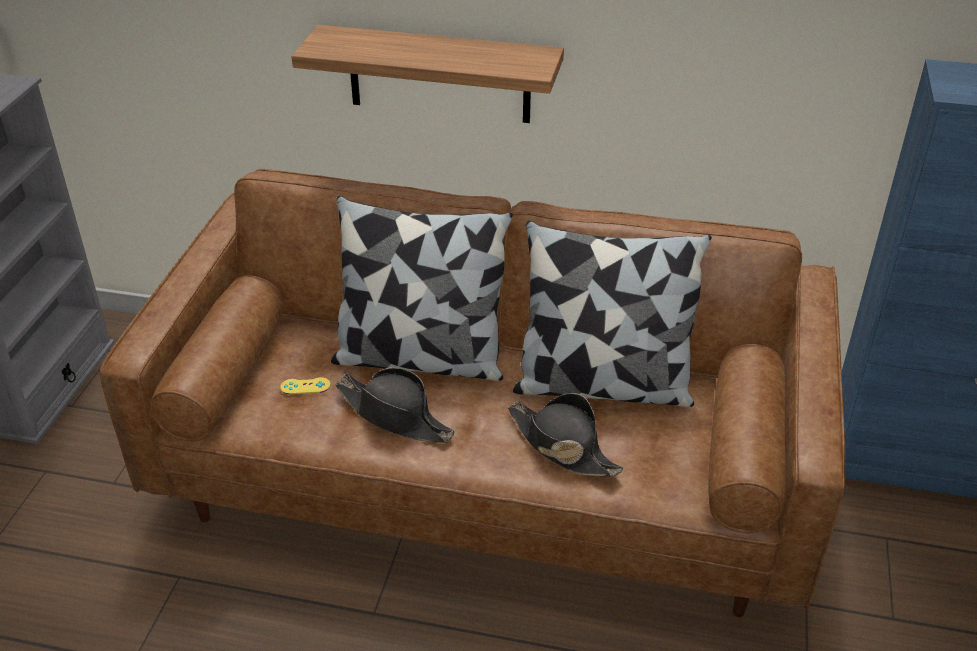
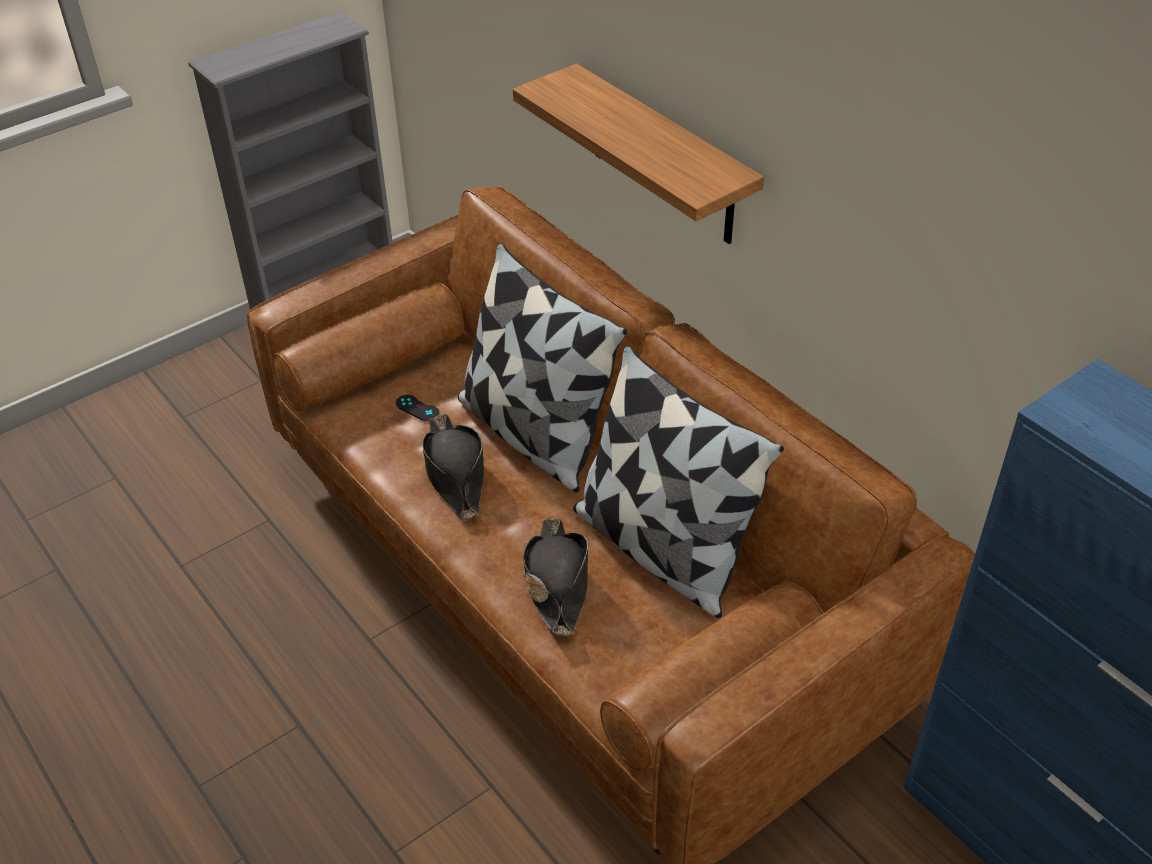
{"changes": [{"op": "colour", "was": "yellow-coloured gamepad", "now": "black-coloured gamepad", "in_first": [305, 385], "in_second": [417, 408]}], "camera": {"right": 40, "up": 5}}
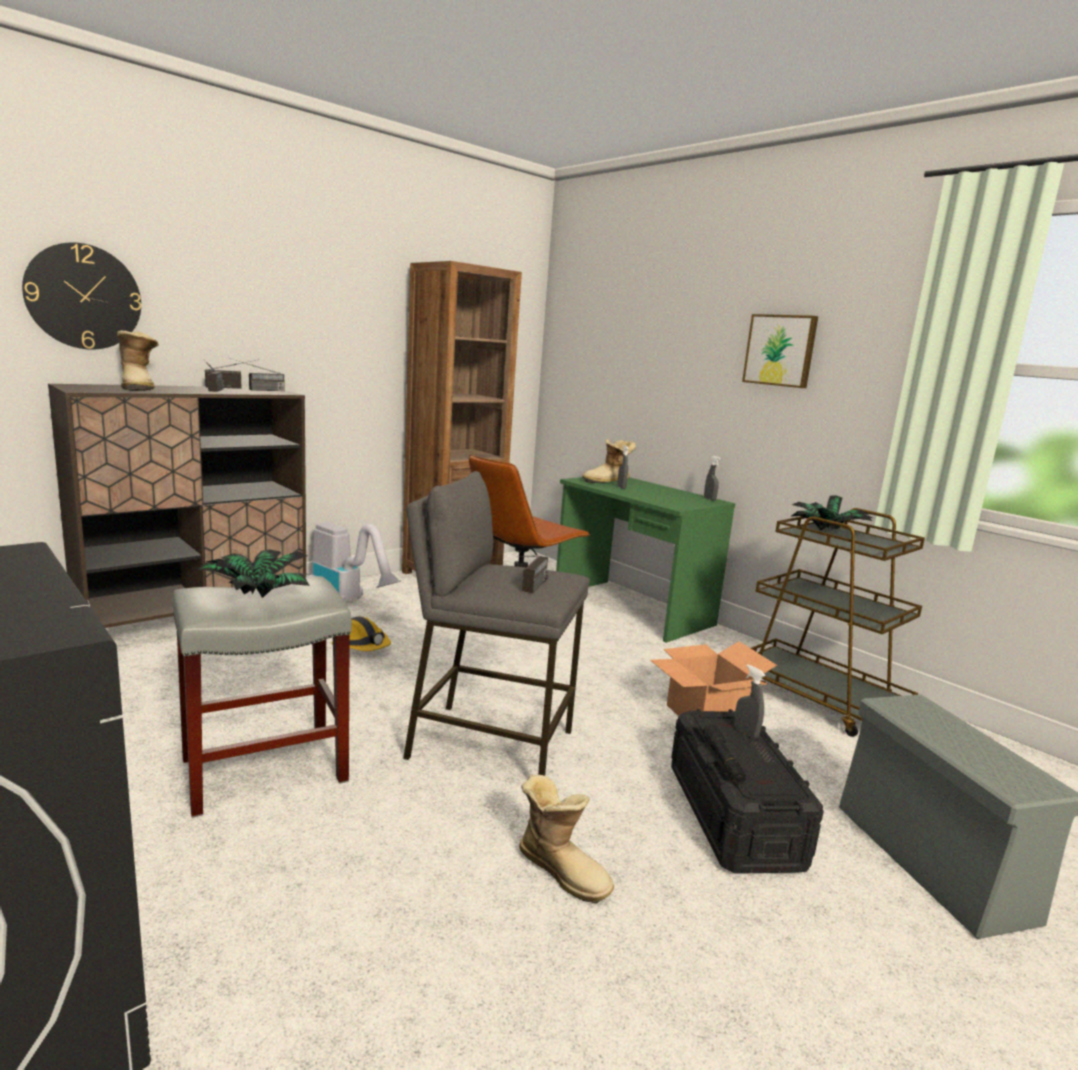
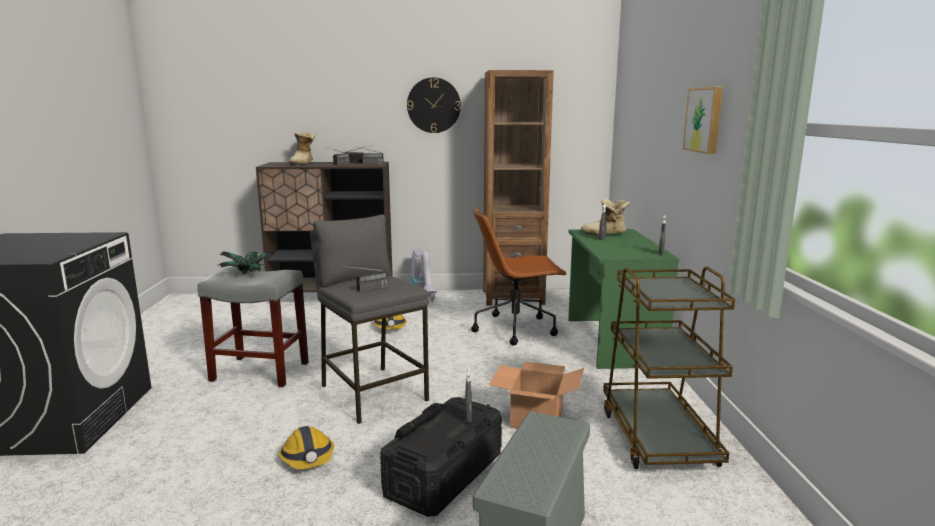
{"changes": [{"op": "missing", "was": "potted plant", "in_first": [832, 512]}, {"op": "relocated", "was": "wall clock", "in_first": [81, 296], "in_second": [434, 105]}, {"op": "exchanged", "was": "tall boot", "now": "safety helmet", "in_first": [566, 839], "in_second": [306, 447]}], "camera": {"right": 40, "up": 0}}
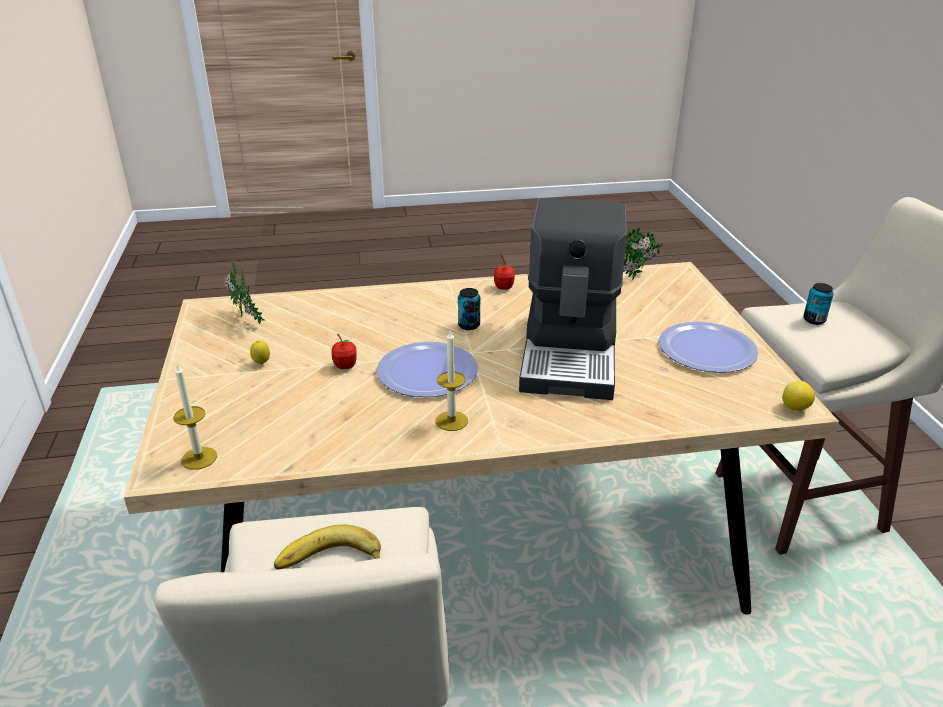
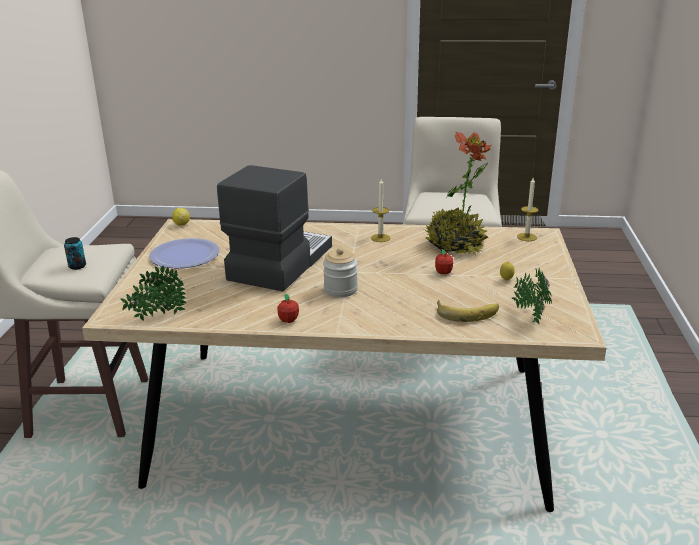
{"changes": [{"op": "missing", "was": "flat dish", "in_first": [427, 369]}, {"op": "appeared", "now": "potted plant", "in_second": [458, 193]}, {"op": "relocated", "was": "banana", "in_first": [327, 546], "in_second": [468, 311]}, {"op": "exchanged", "was": "can", "now": "preserve jar", "in_first": [469, 309], "in_second": [340, 272]}], "camera": {"right": -165, "up": -5}}
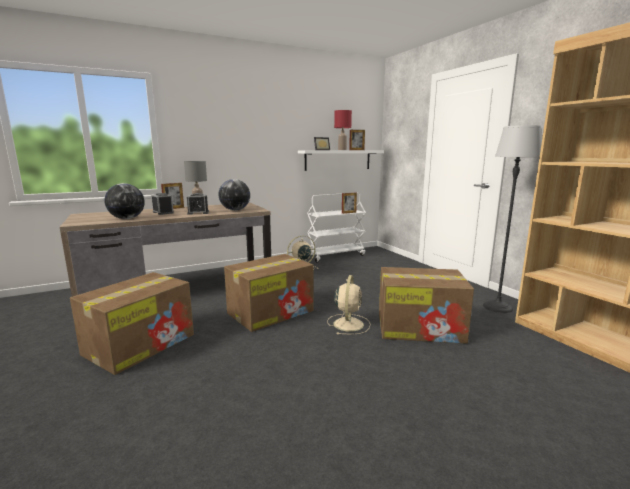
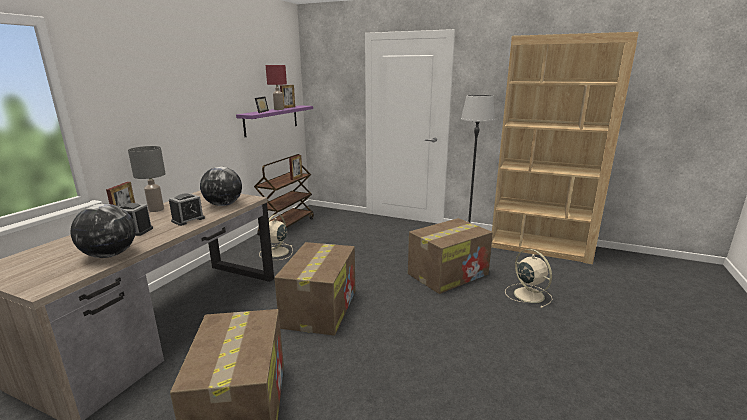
{"changes": [{"op": "relocated", "was": "beige cooling fan", "in_first": [348, 305], "in_second": [529, 278]}, {"op": "colour", "was": "white shelf", "now": "purple-coloured shelf", "in_first": [341, 160], "in_second": [274, 121]}, {"op": "colour", "was": "white wheeled cart", "now": "brown-coloured wheeled cart", "in_first": [336, 227], "in_second": [284, 195]}], "camera": {"right": -40, "up": 5}}
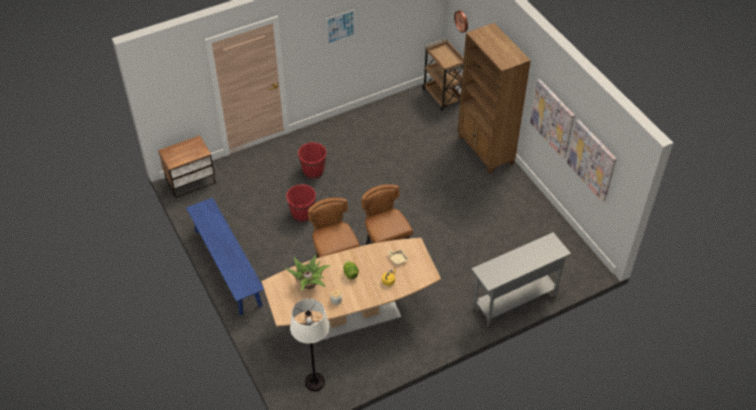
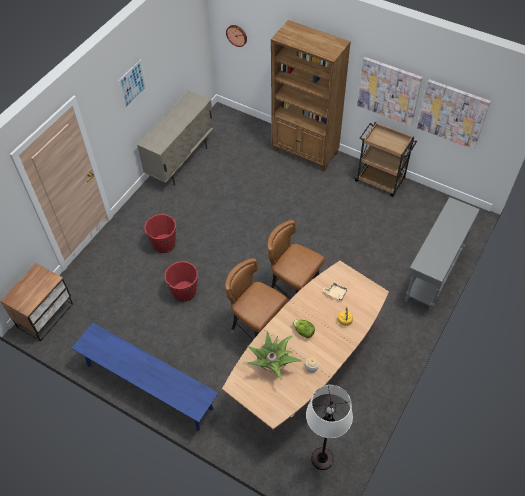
{"changes": [{"op": "appeared", "now": "beige cupboard", "in_second": [175, 138]}, {"op": "relocated", "was": "brown-coloured wheeled cart", "in_first": [443, 75], "in_second": [385, 159]}], "camera": {"right": -30, "up": 5}}
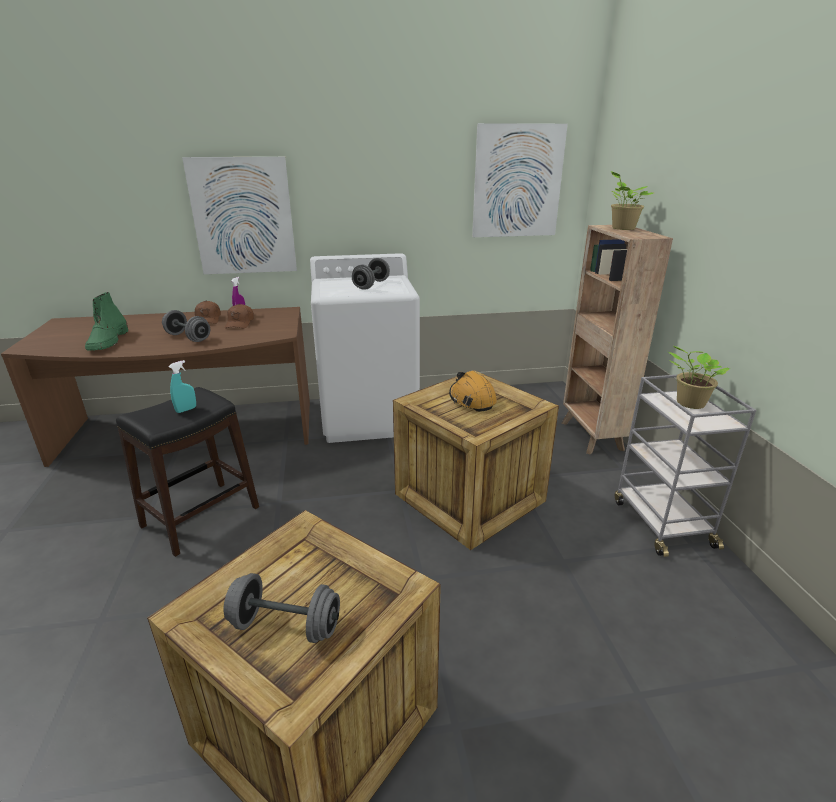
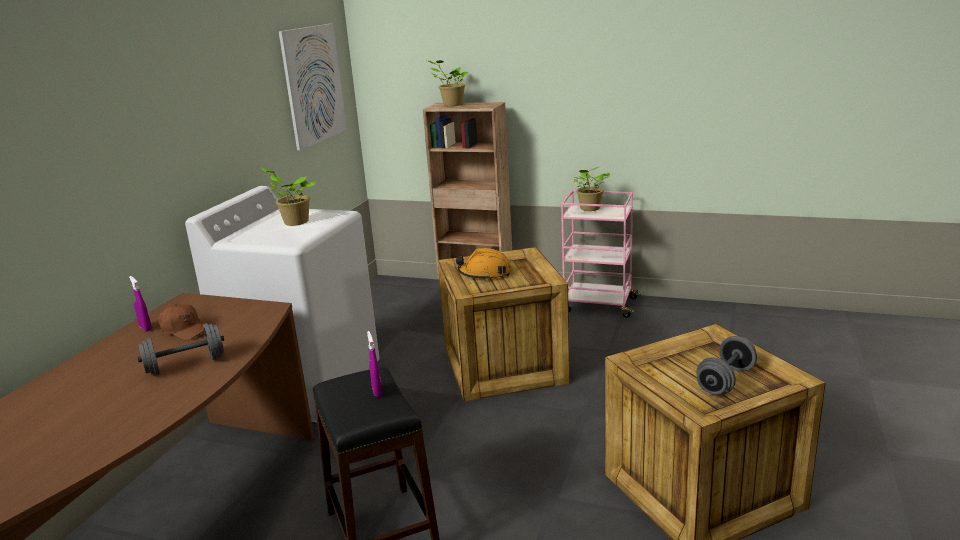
{"changes": [{"op": "missing", "was": "greenish tall boot", "in_first": [106, 321]}, {"op": "missing", "was": "picture", "in_first": [239, 215]}, {"op": "missing", "was": "brown-coloured baseball cap", "in_first": [208, 312]}, {"op": "exchanged", "was": "gray free weight", "now": "potted plant", "in_first": [371, 274], "in_second": [288, 196]}, {"op": "colour", "was": "turquoise-coloured sprayer", "now": "purple-coloured sprayer", "in_first": [182, 386], "in_second": [374, 364]}, {"op": "colour", "was": "gray wheeled cart", "now": "pinkish wheeled cart", "in_first": [685, 465], "in_second": [601, 254]}], "camera": {"right": -60, "up": -5}}
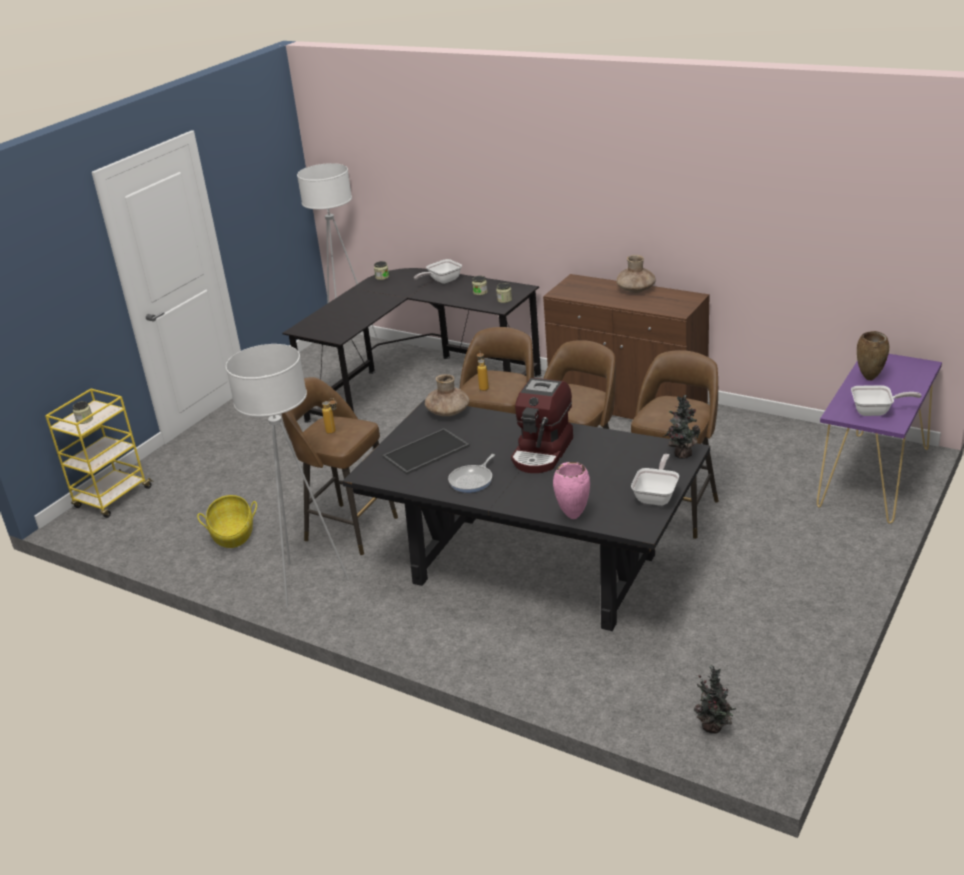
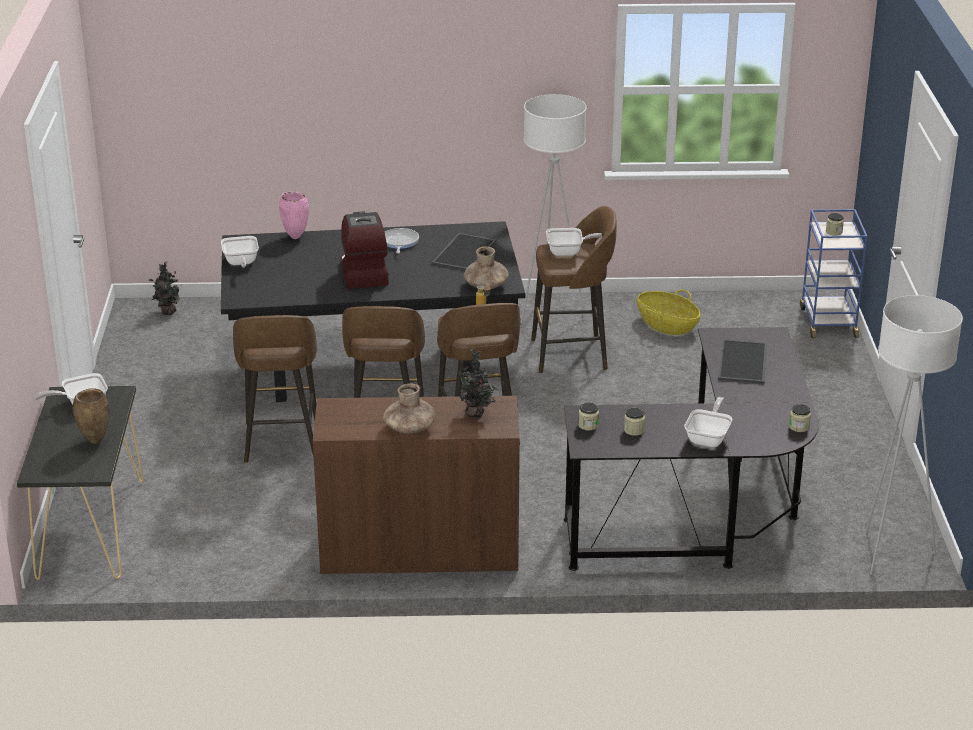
{"changes": [{"op": "appeared", "now": "serving tray", "in_second": [742, 361]}, {"op": "relocated", "was": "potted plant", "in_first": [681, 427], "in_second": [479, 383]}, {"op": "exchanged", "was": "drink bottle", "now": "skillet", "in_first": [329, 416], "in_second": [574, 242]}, {"op": "colour", "was": "yellow-coloured wheeled cart", "now": "blue wheeled cart", "in_first": [99, 453], "in_second": [834, 273]}, {"op": "colour", "was": "purple-coloured narrow table", "now": "black-coloured narrow table", "in_first": [879, 439], "in_second": [80, 483]}], "camera": {"right": 145, "up": 0}}
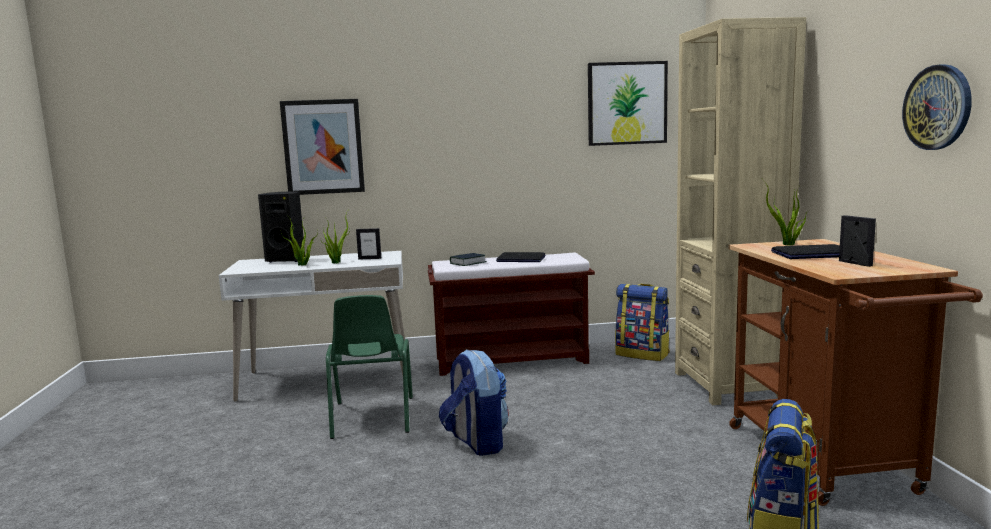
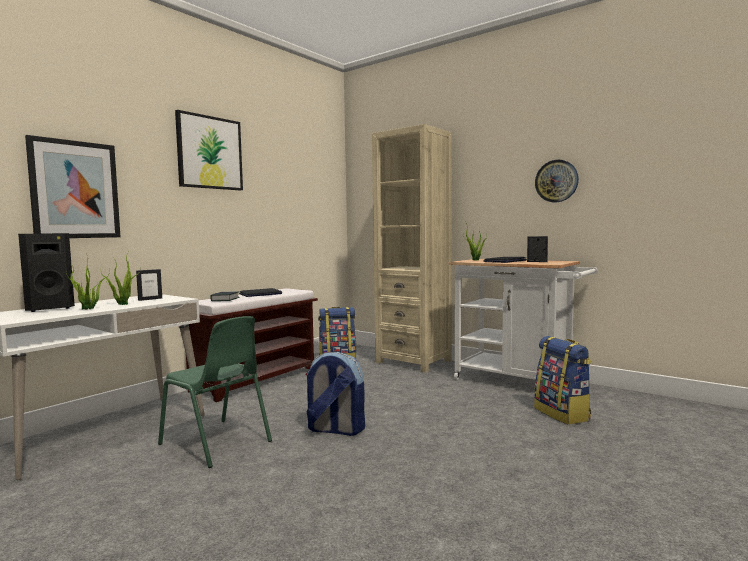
{"changes": [{"op": "relocated", "was": "picture", "in_first": [628, 103], "in_second": [209, 150]}, {"op": "colour", "was": "brown-coloured wheeled cart", "now": "white wheeled cart", "in_first": [855, 372], "in_second": [523, 319]}], "camera": {"right": -45, "up": -5}}
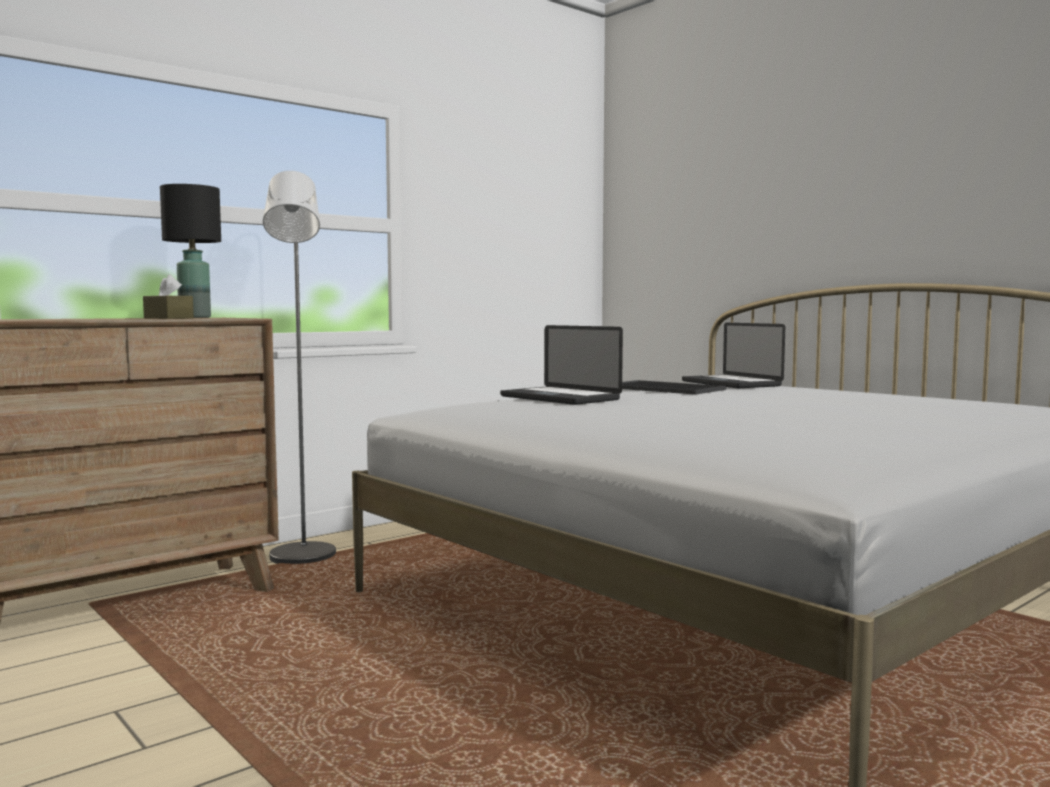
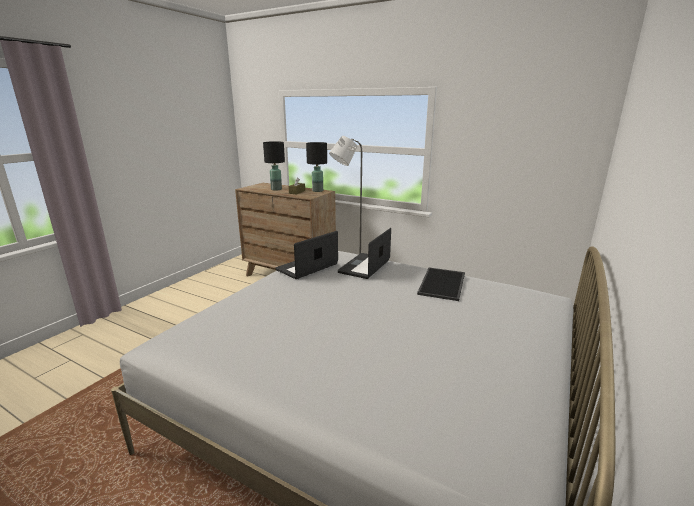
{"changes": [{"op": "appeared", "now": "black-coloured tabletop lamp", "in_second": [274, 165]}, {"op": "relocated", "was": "portable computer", "in_first": [733, 355], "in_second": [307, 255]}], "camera": {"right": 70, "up": 15}}
